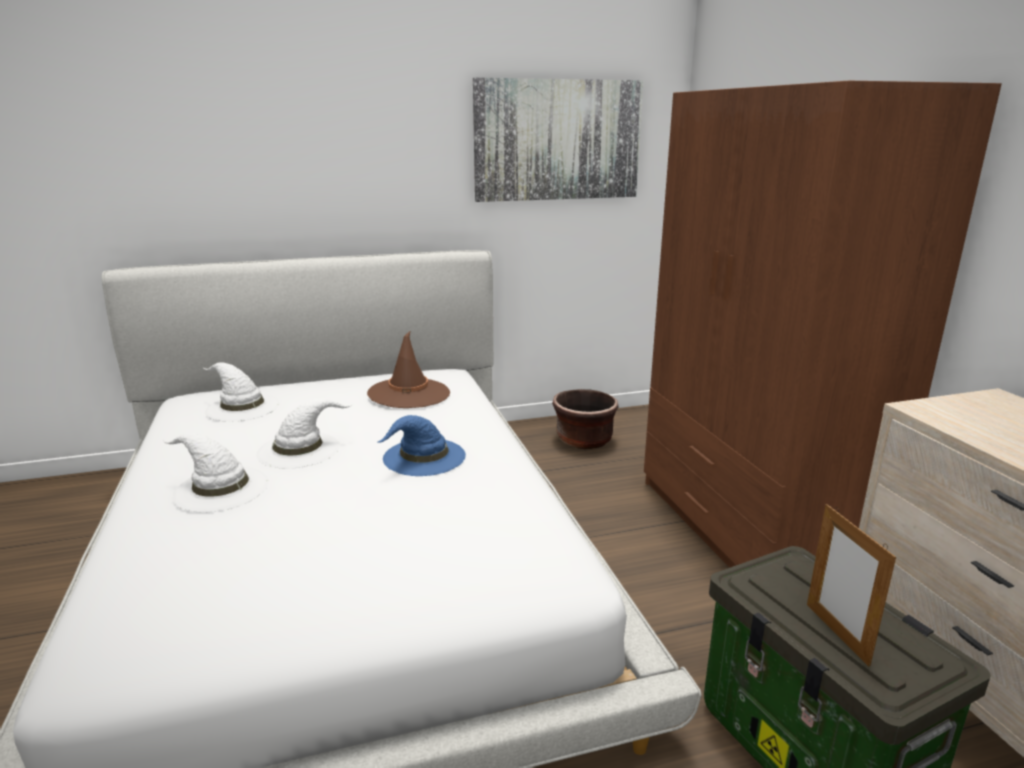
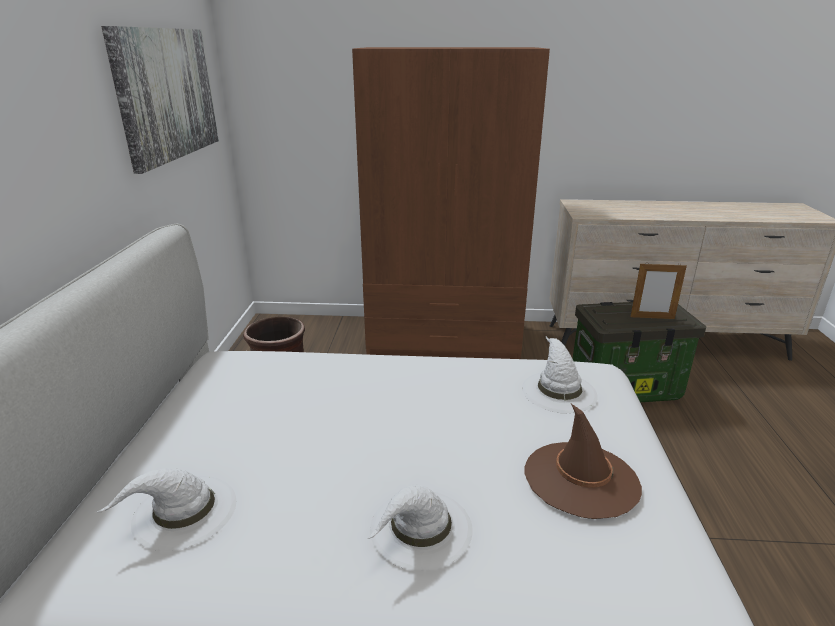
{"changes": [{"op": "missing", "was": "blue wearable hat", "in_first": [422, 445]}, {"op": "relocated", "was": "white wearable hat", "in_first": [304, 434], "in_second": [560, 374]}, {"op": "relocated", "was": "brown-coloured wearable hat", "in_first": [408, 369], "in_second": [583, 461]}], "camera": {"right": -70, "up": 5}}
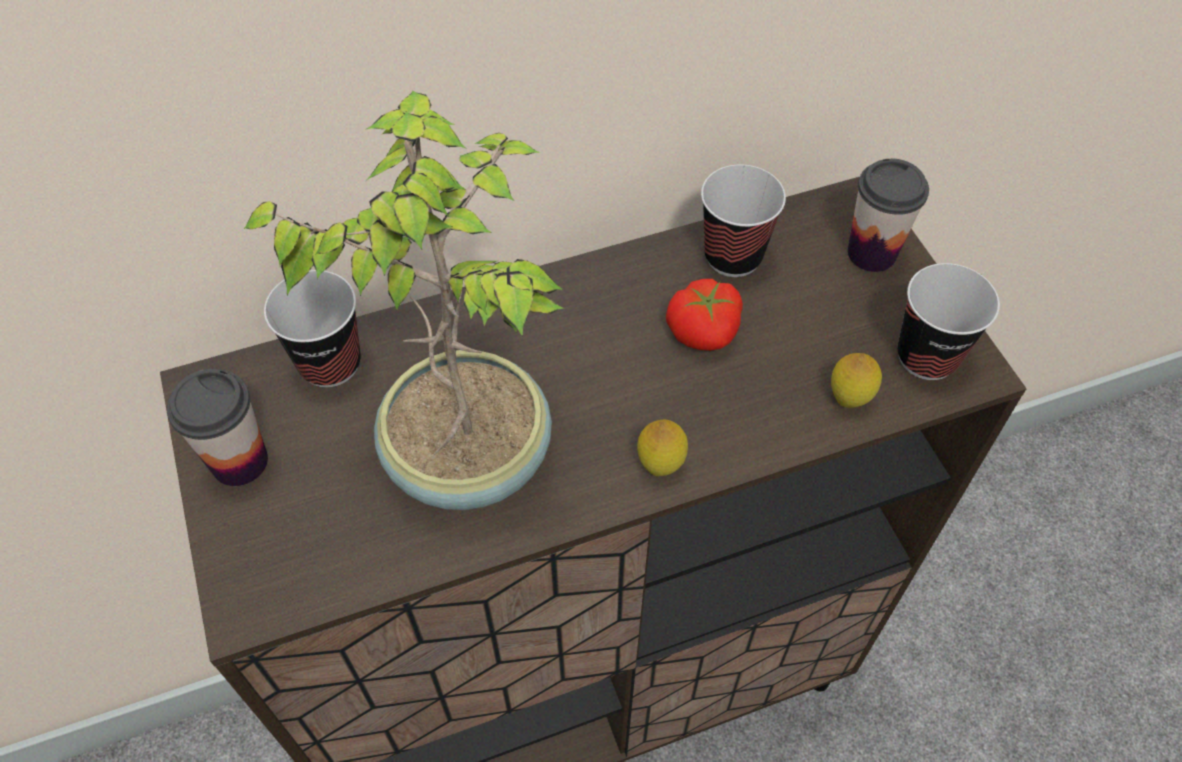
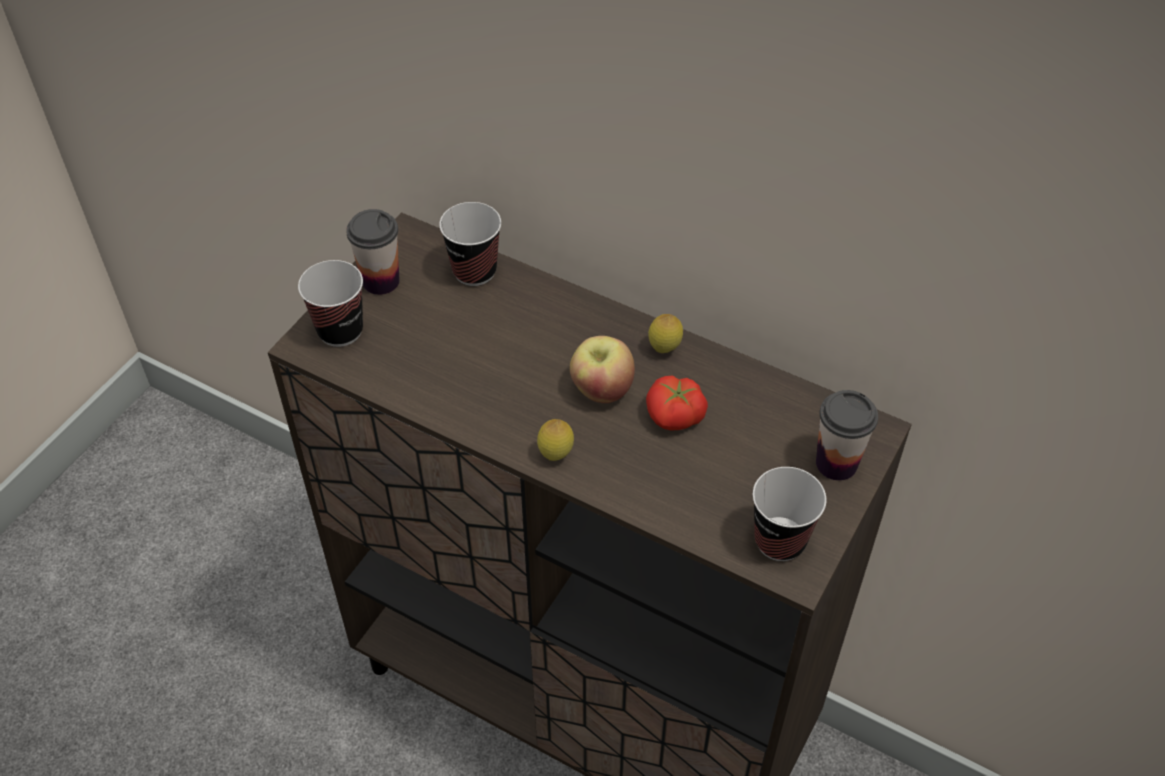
{"changes": [{"op": "missing", "was": "potted plant", "in_first": [403, 300]}, {"op": "appeared", "now": "apple fruit", "in_second": [602, 369]}, {"op": "relocated", "was": "small cup", "in_first": [743, 221], "in_second": [330, 303]}, {"op": "relocated", "was": "whole lemon", "in_first": [856, 380], "in_second": [665, 333]}], "camera": {"right": 50, "up": -5}}
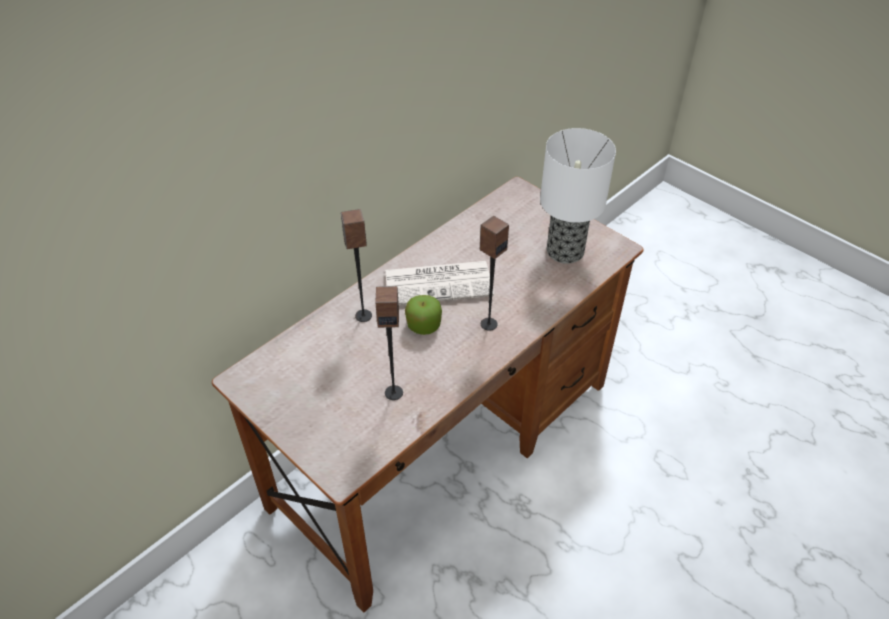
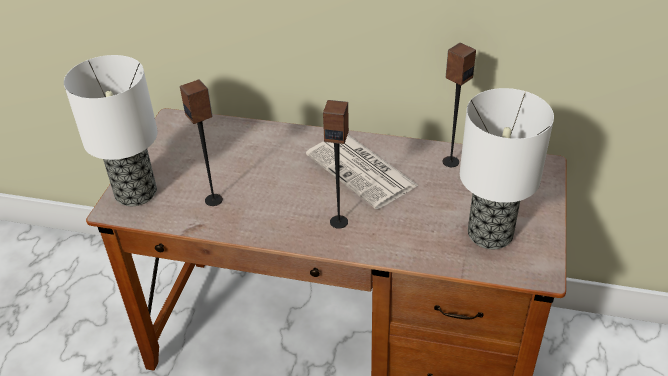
{"changes": [{"op": "missing", "was": "apple fruit", "in_first": [423, 315]}, {"op": "appeared", "now": "tabletop lamp", "in_second": [111, 130]}, {"op": "relocated", "was": "loudspeaker", "in_first": [356, 265], "in_second": [459, 105]}], "camera": {"right": 60, "up": -5}}
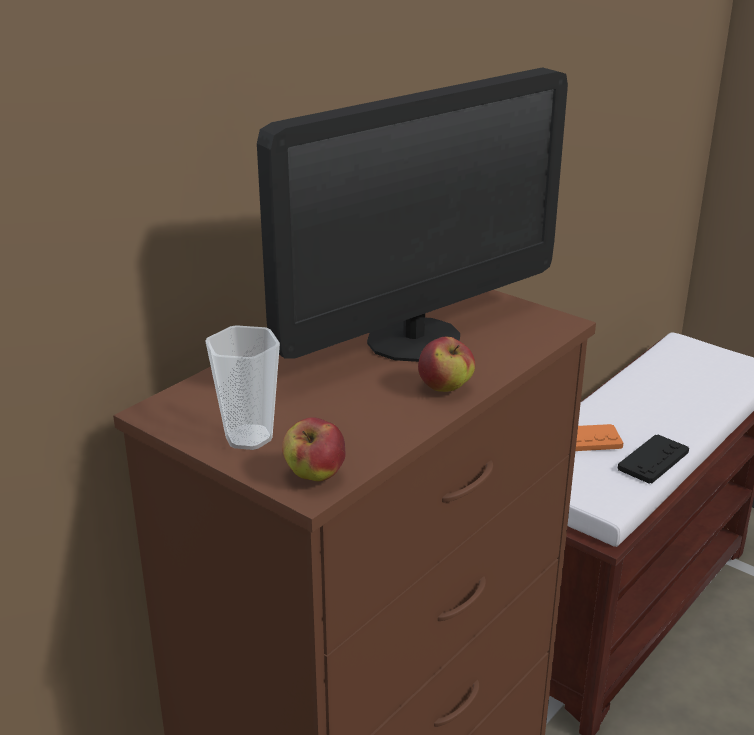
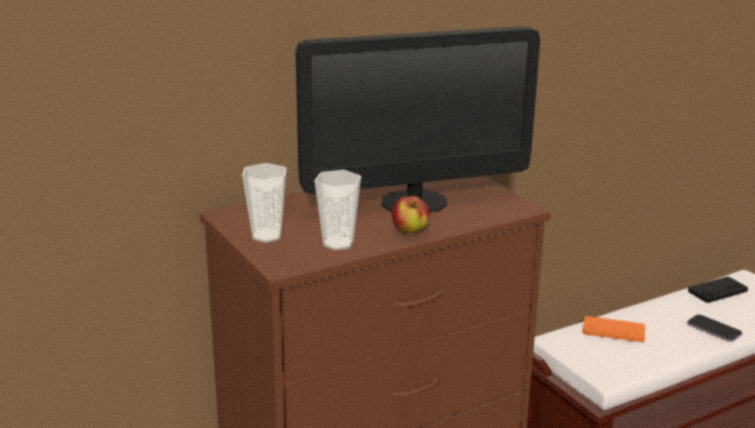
{"changes": [{"op": "missing", "was": "apple fruit", "in_first": [314, 449]}, {"op": "appeared", "now": "small cup", "in_second": [337, 210]}, {"op": "appeared", "now": "telephone", "in_second": [714, 328]}, {"op": "relocated", "was": "black-coloured gamepad", "in_first": [653, 458], "in_second": [718, 290]}], "camera": {"right": 20, "up": -5}}
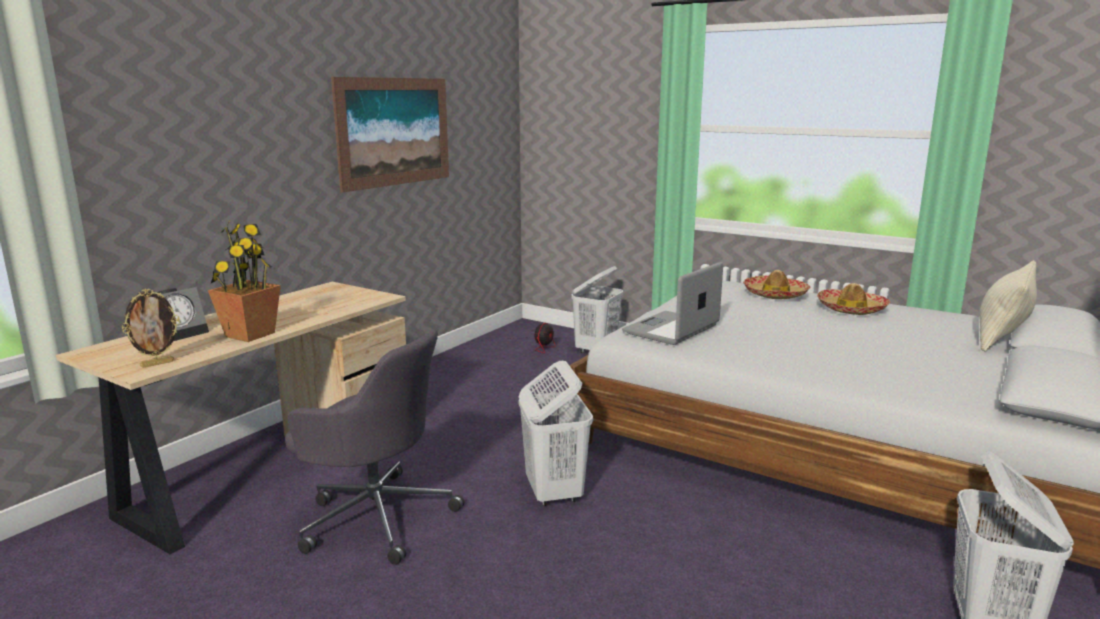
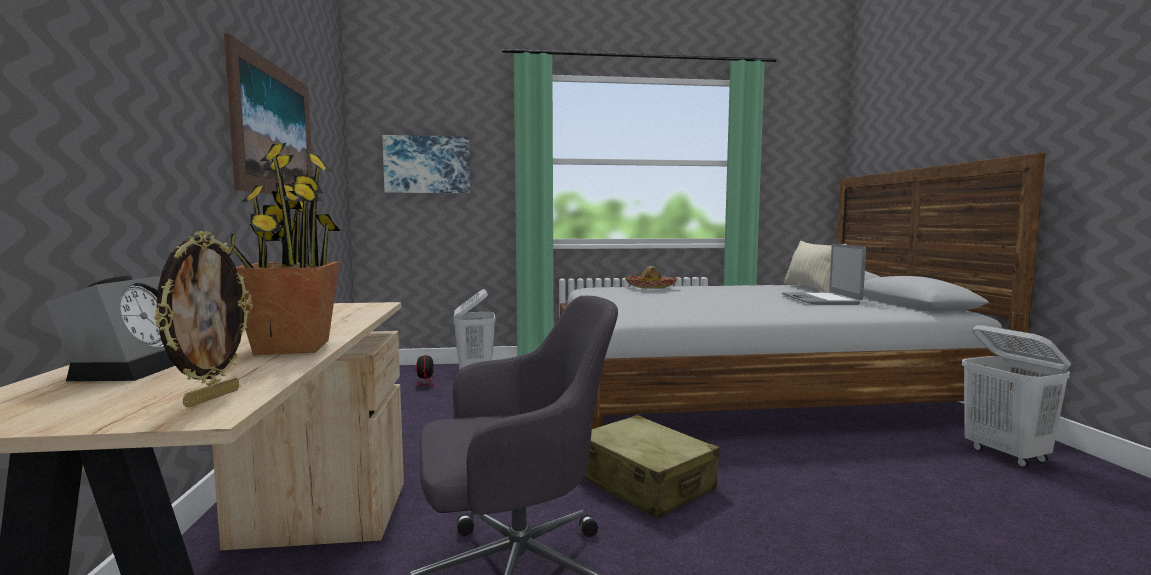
{"changes": [{"op": "missing", "was": "wearable hat", "in_first": [854, 299]}, {"op": "appeared", "now": "picture", "in_second": [426, 164]}, {"op": "relocated", "was": "portable computer", "in_first": [672, 303], "in_second": [824, 274]}, {"op": "exchanged", "was": "white hamper", "now": "beige piece of luggage", "in_first": [556, 433], "in_second": [651, 466]}], "camera": {"right": -40, "up": -10}}
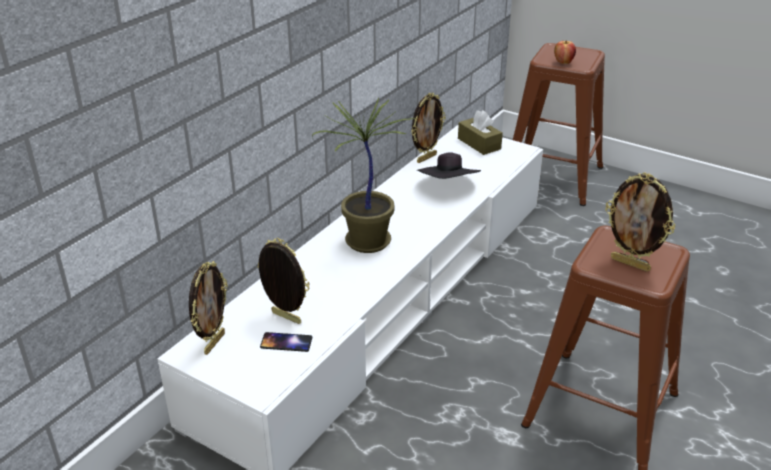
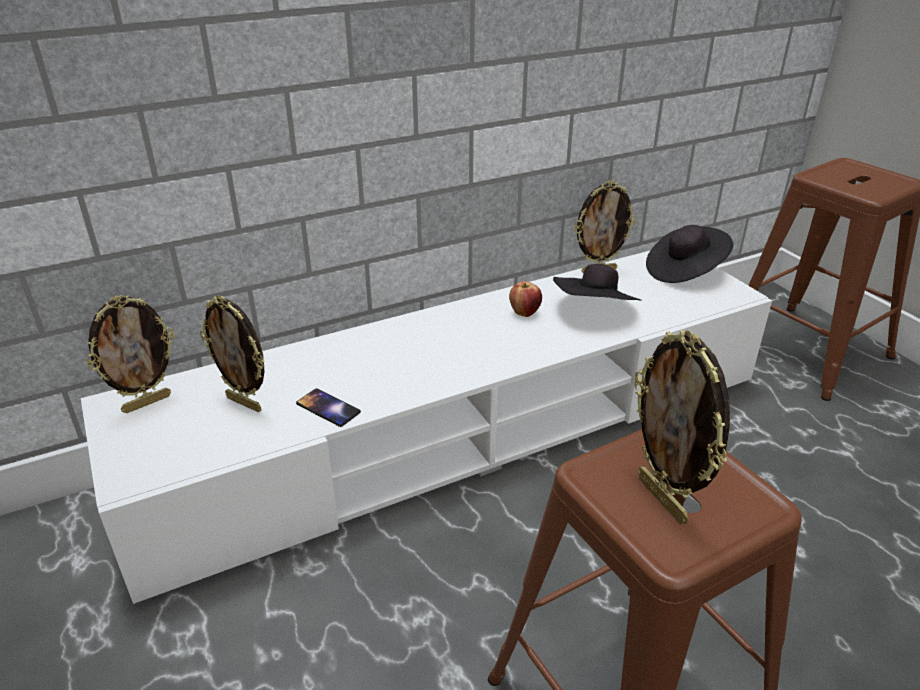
{"changes": [{"op": "missing", "was": "potted plant", "in_first": [363, 175]}, {"op": "relocated", "was": "telephone", "in_first": [286, 342], "in_second": [328, 408]}, {"op": "relocated", "was": "apple fruit", "in_first": [565, 52], "in_second": [525, 299]}, {"op": "exchanged", "was": "brown-coloured tissue box", "now": "black-coloured wearable hat", "in_first": [480, 132], "in_second": [689, 254]}, {"op": "spun", "was": "photo frame", "in_first": [283, 281], "in_second": [232, 353], "clockwise": 150}], "camera": {"right": 30, "up": 0}}
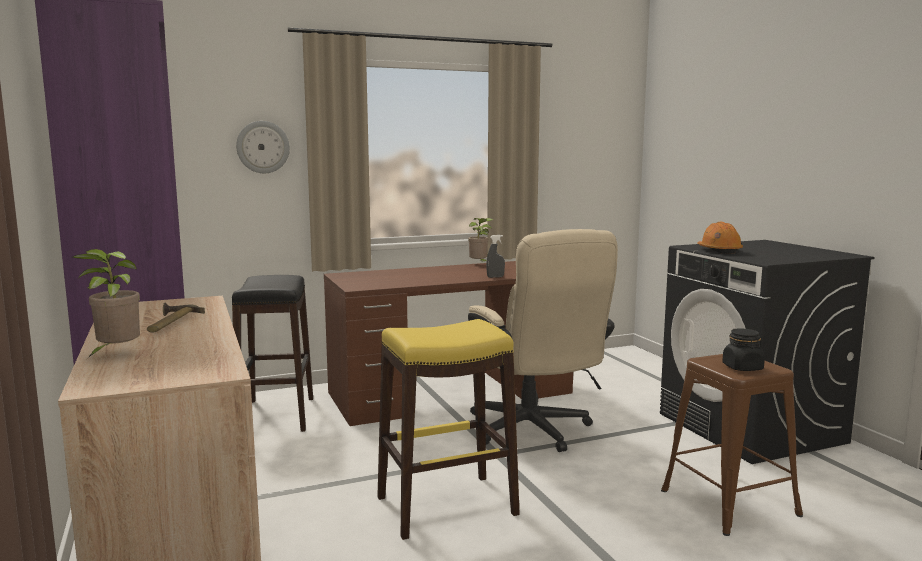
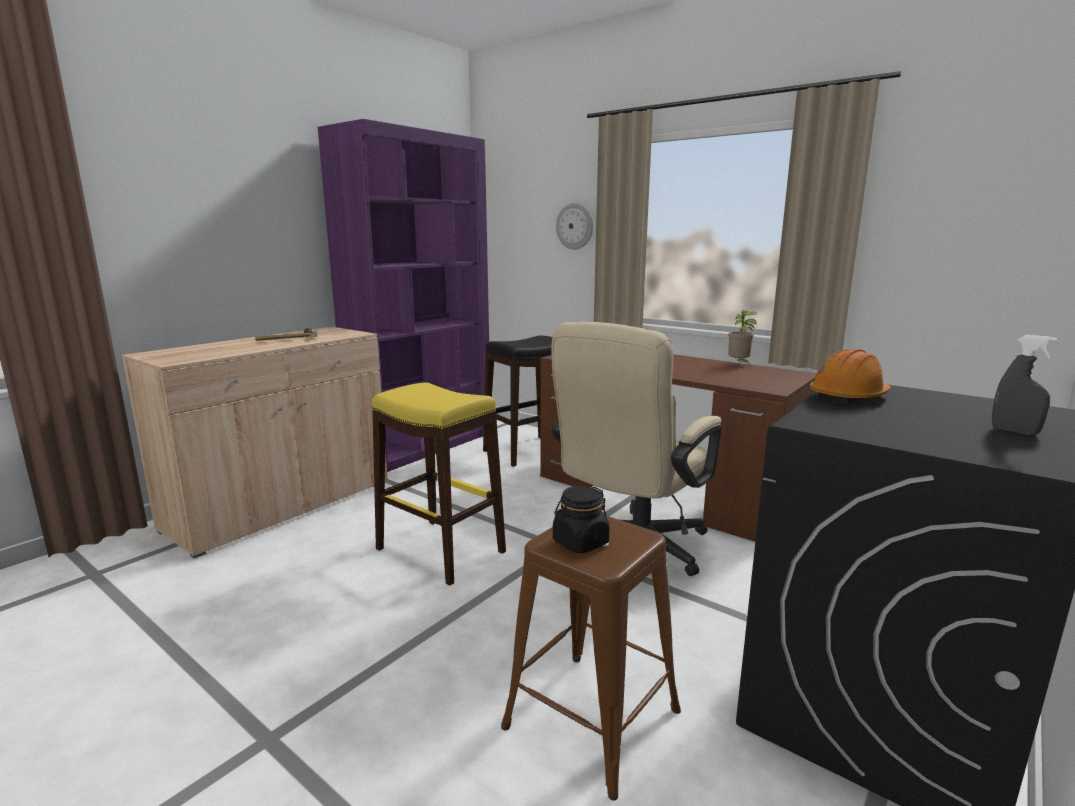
{"changes": [{"op": "missing", "was": "potted plant", "in_first": [105, 304]}, {"op": "relocated", "was": "gray sprayer", "in_first": [495, 256], "in_second": [1025, 385]}], "camera": {"right": 60, "up": 5}}
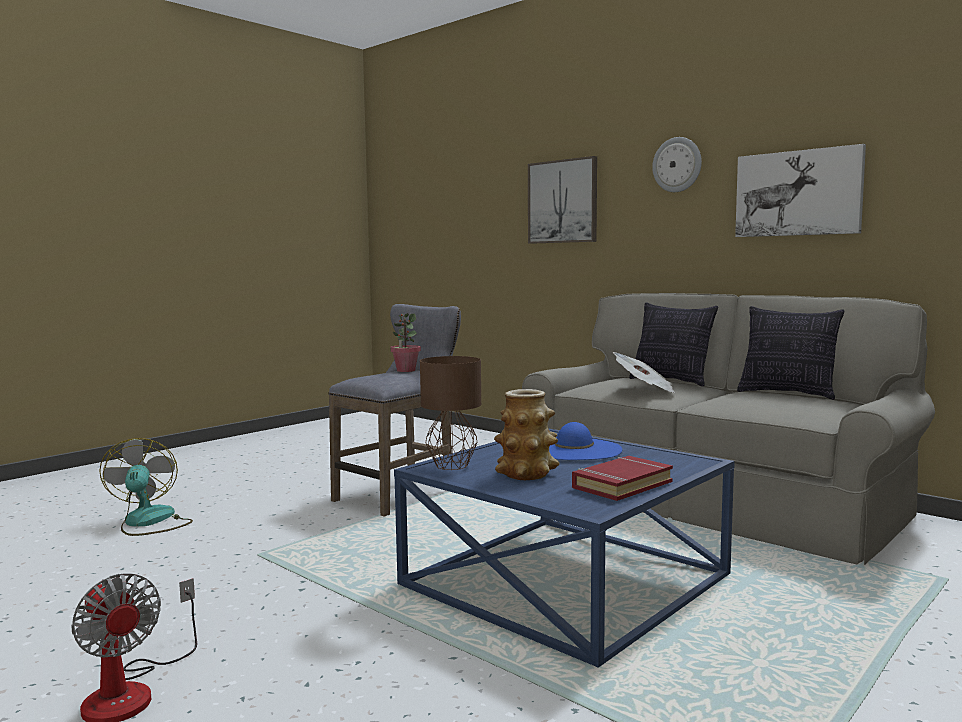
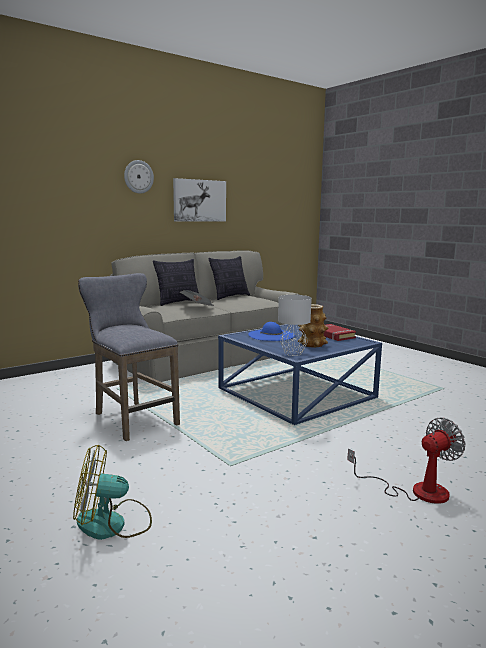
{"changes": [{"op": "missing", "was": "potted plant", "in_first": [405, 342]}, {"op": "missing", "was": "picture", "in_first": [562, 200]}, {"op": "colour", "was": "brown-coloured tabletop lamp", "now": "gray tabletop lamp", "in_first": [450, 413], "in_second": [295, 325]}], "camera": {"right": -80, "up": 5}}
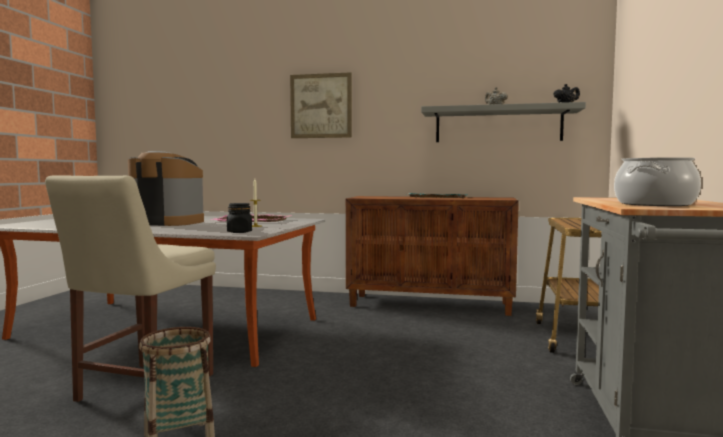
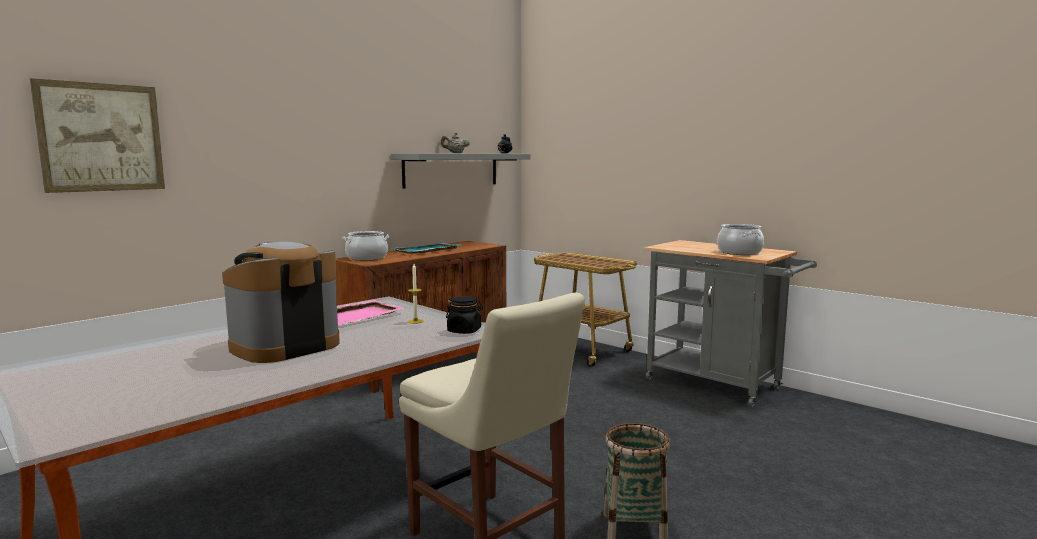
{"changes": [{"op": "appeared", "now": "stockpot", "in_second": [366, 246]}, {"op": "relocated", "was": "picture", "in_first": [321, 105], "in_second": [97, 135]}], "camera": {"right": -60, "up": 5}}
